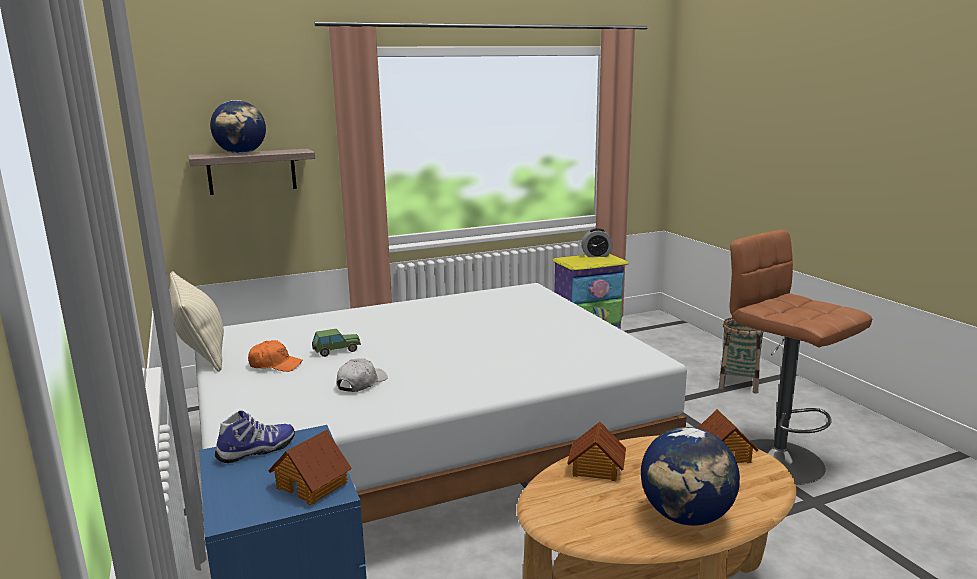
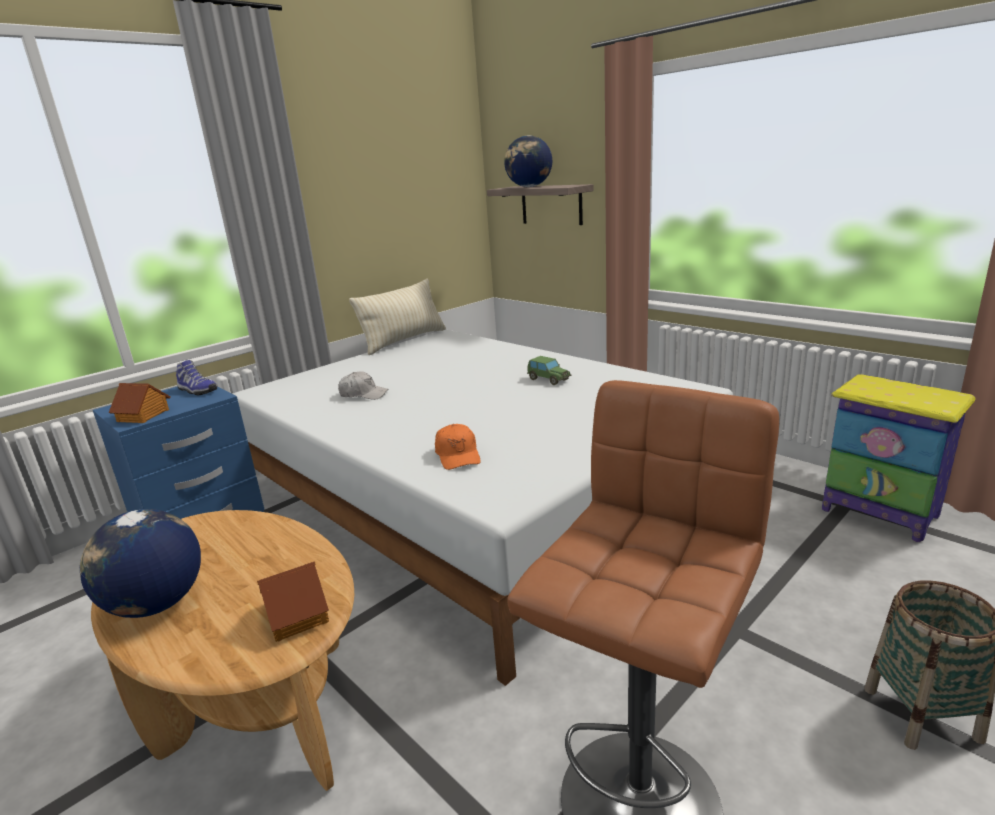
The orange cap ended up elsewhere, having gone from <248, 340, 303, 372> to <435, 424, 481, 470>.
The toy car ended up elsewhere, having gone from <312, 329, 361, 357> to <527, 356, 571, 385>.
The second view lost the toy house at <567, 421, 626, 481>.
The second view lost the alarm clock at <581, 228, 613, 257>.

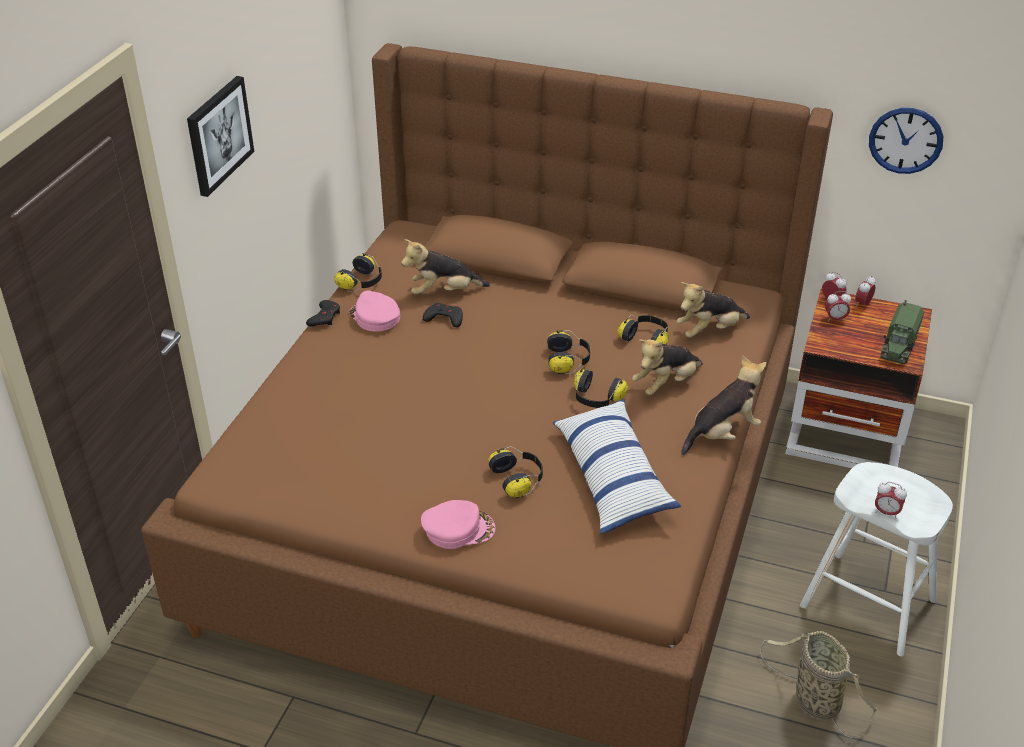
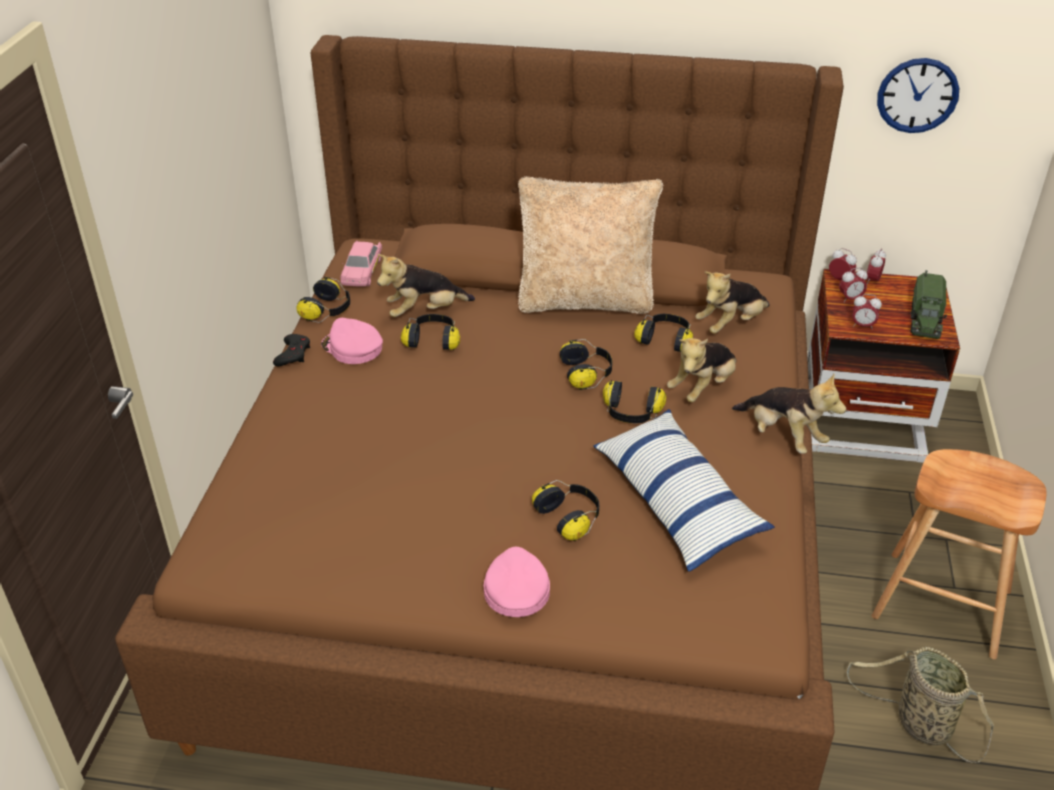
The second view lost the picture at <187, 76, 254, 197>.
The pink cap at <421, 500, 495, 549> ended up facing another way, 75 degrees counterclockwise from before.
Where the black game controller stood at <423, 303, 463, 327>, the headphones came to stand at <401, 314, 460, 350>.
The plush toy at <681, 356, 766, 455> ended up facing another way, 90 degrees clockwise from before.
What was the white stool at <800, 462, 953, 656> turned into the brown stool at <872, 449, 1046, 659>.
The alarm clock ended up elsewhere, having gone from <875, 482, 907, 519> to <853, 294, 882, 330>.
The second view gained the pink toy car at <340, 241, 382, 287>.
The second view gained the beige pillow at <518, 176, 664, 314>.

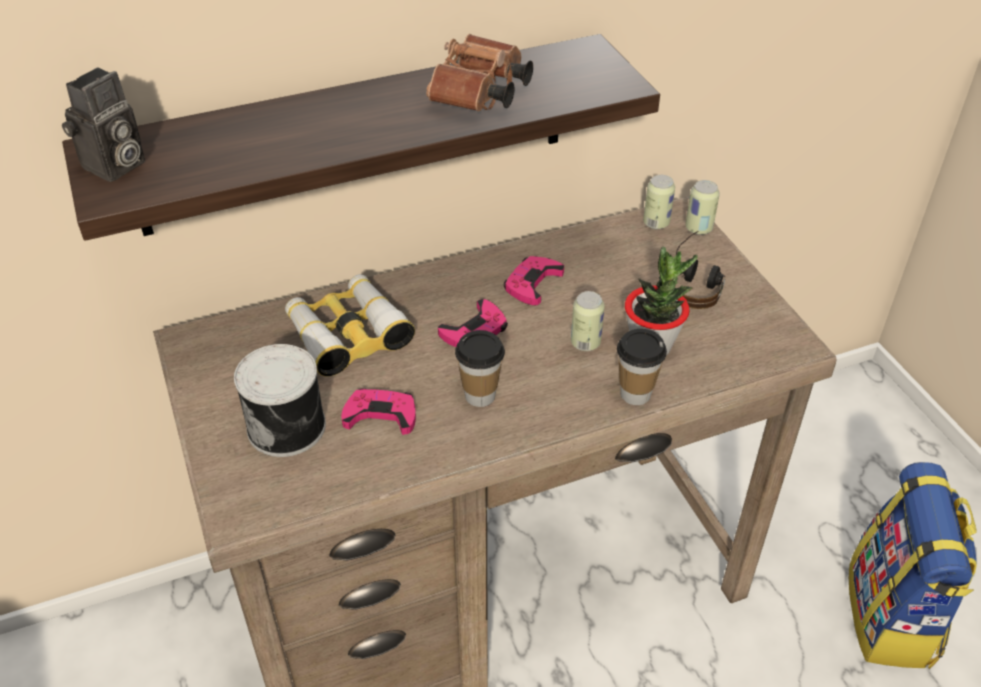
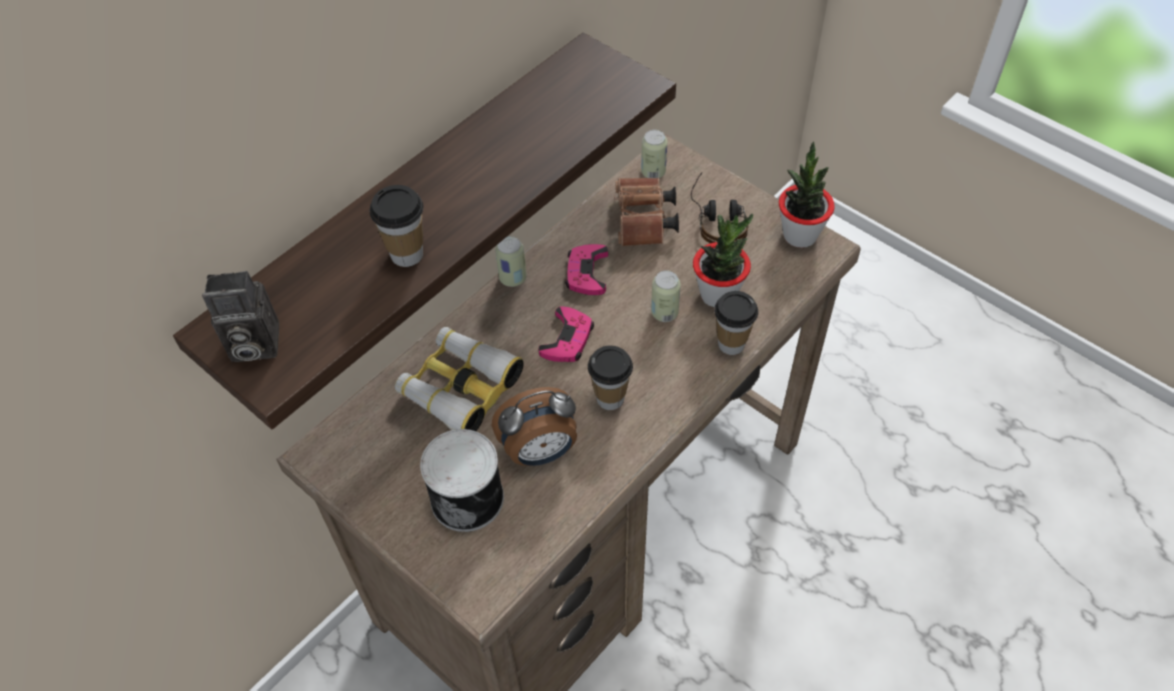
The photo camera at <62, 67, 145, 182> ended up facing another way, 75 degrees clockwise from before.
Where the pink game controller stood at <341, 388, 416, 435>, the alarm clock came to stand at <492, 387, 577, 466>.
The brown binoculars ended up elsewhere, having gone from <426, 34, 533, 111> to <614, 178, 679, 246>.
The can ended up elsewhere, having gone from <685, 180, 720, 235> to <495, 236, 527, 287>.
The second view lost the backpack at <849, 462, 977, 669>.
The second view gained the cup at <370, 185, 424, 267>.
The second view gained the potted plant at <779, 142, 835, 248>.

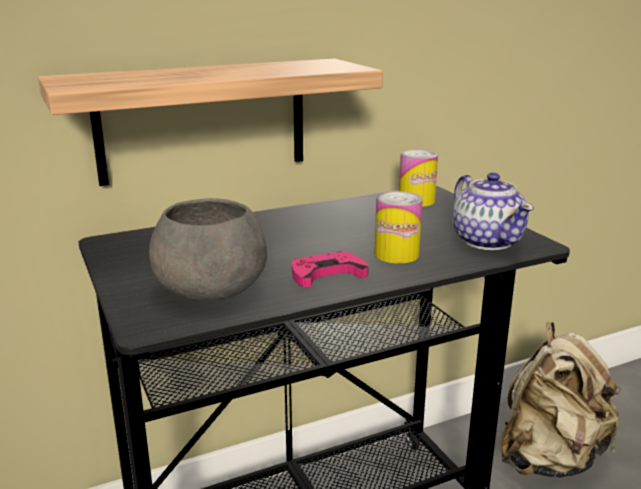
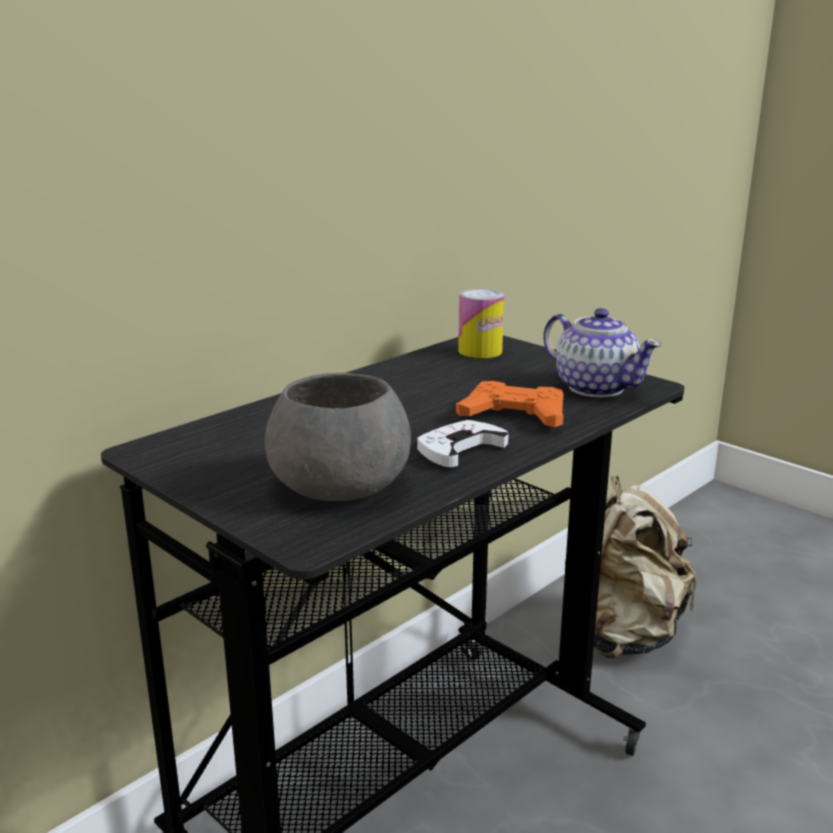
The second view lost the shelf at <38, 59, 383, 186>.
What was the pink game controller at <292, 251, 369, 287> turned into the white game controller at <416, 420, 509, 467>.
Where the can stood at <375, 191, 423, 263>, the orange game controller came to stand at <456, 381, 563, 427>.

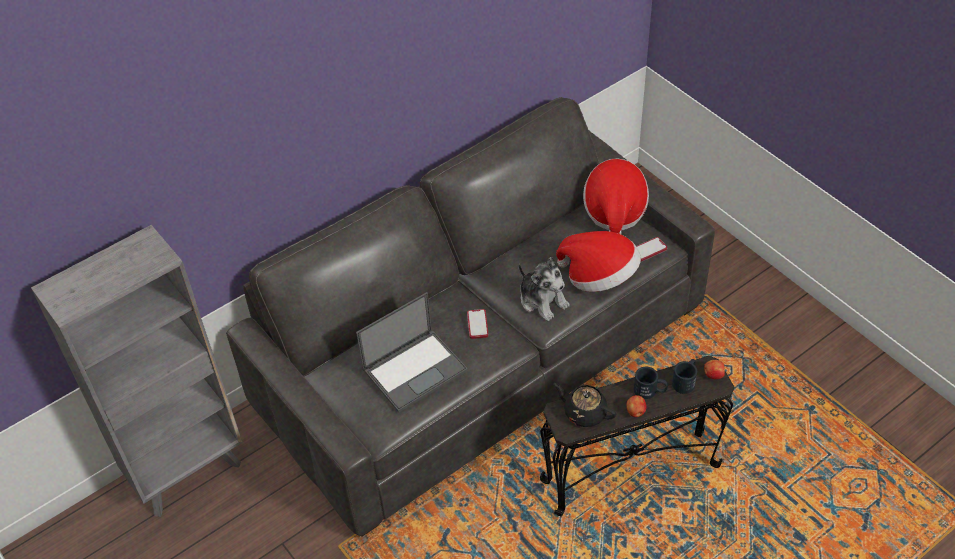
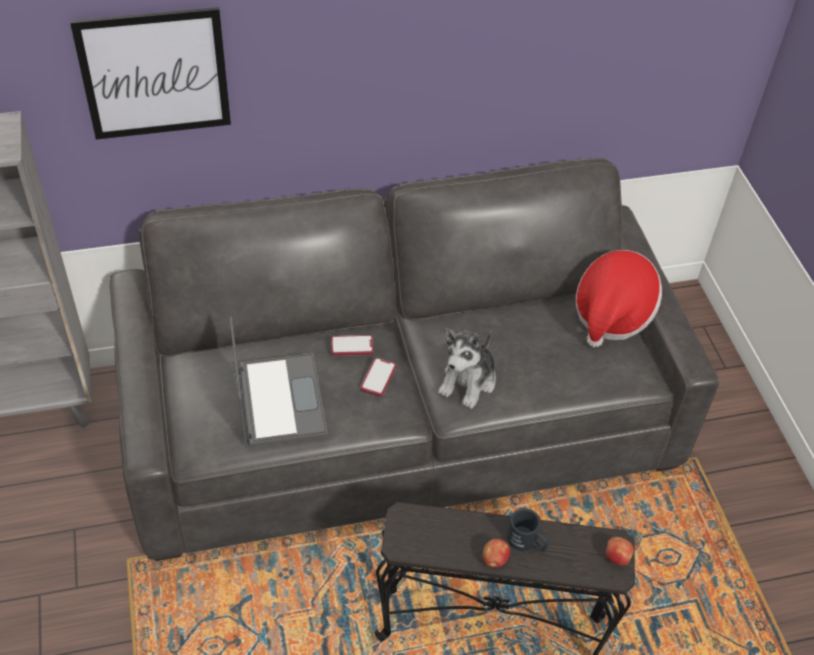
The laptop at <356, 292, 468, 413> ended up facing another way, 90 degrees counterclockwise from before.
The plush toy at <518, 257, 570, 321> ended up facing another way, 45 degrees clockwise from before.
The second view lost the black teapot at <553, 383, 616, 427>.
The second view lost the hat at <556, 231, 641, 292>.
The phone ended up elsewhere, having gone from <636, 237, 667, 262> to <331, 335, 373, 356>.
The second view lost the black mug at <672, 359, 697, 394>.
The second view gained the picture at <70, 7, 231, 140>.

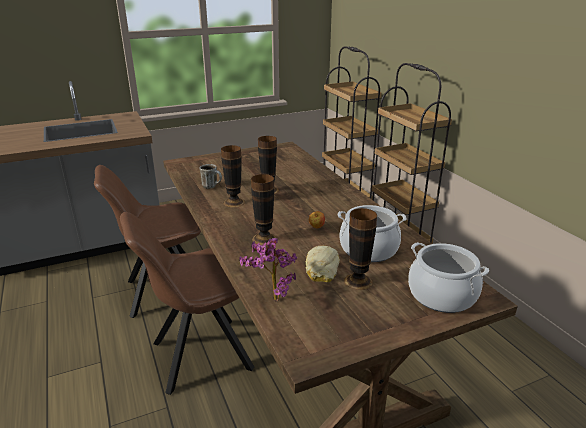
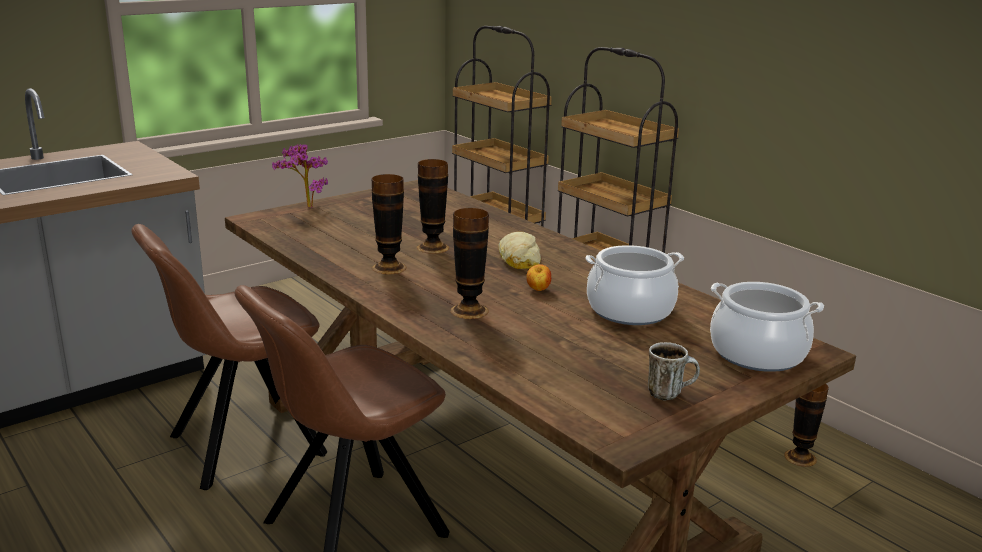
The mug ended up elsewhere, having gone from <199, 164, 222, 189> to <648, 342, 700, 400>.
The potted plant ended up elsewhere, having gone from <239, 238, 297, 301> to <272, 144, 328, 208>.
The bread ended up elsewhere, having gone from <306, 246, 340, 283> to <498, 232, 541, 269>.
The vase ended up elsewhere, having gone from <344, 208, 377, 290> to <784, 384, 829, 467>.

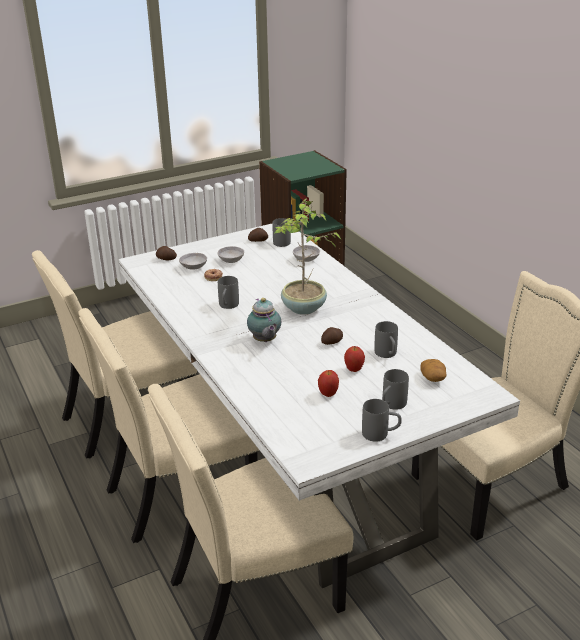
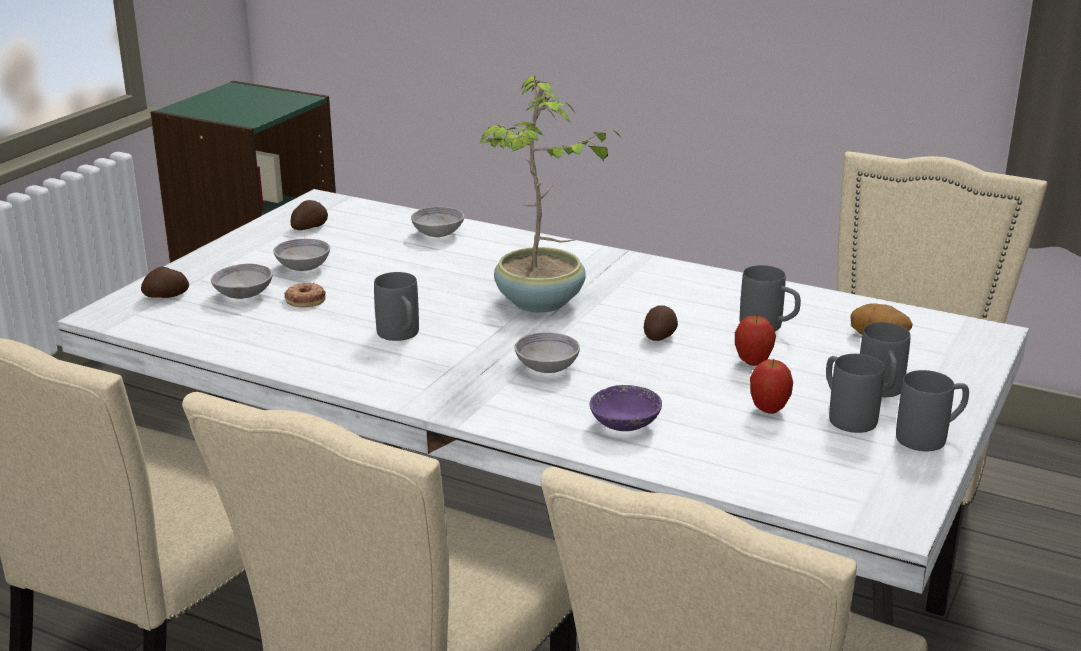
Where the teapot stood at <247, 298, 281, 342>, the grey bowl came to stand at <514, 333, 580, 373>.
The grey mug ended up elsewhere, having gone from <273, 218, 291, 247> to <826, 354, 885, 433>.
The second view gained the purple bowl at <590, 385, 662, 431>.

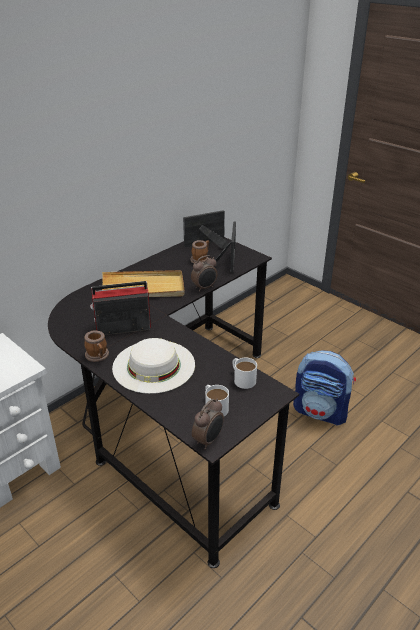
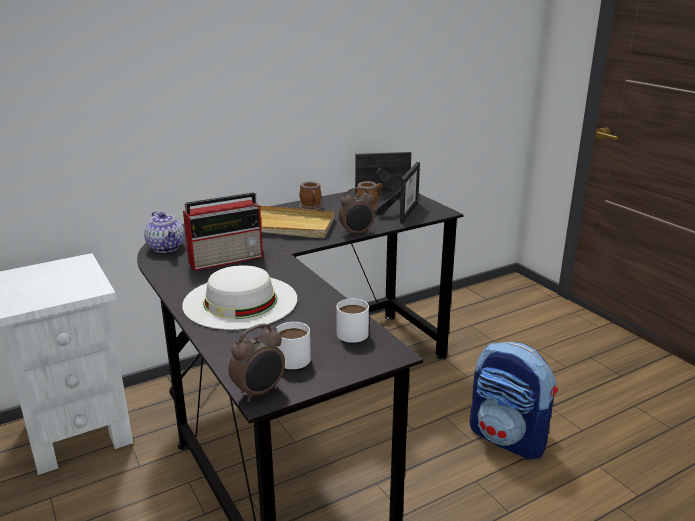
The mug ended up elsewhere, having gone from <84, 330, 109, 362> to <299, 181, 323, 210>.
The radio at <90, 281, 151, 335> ended up facing another way, 150 degrees clockwise from before.
The second view gained the teapot at <144, 212, 185, 253>.

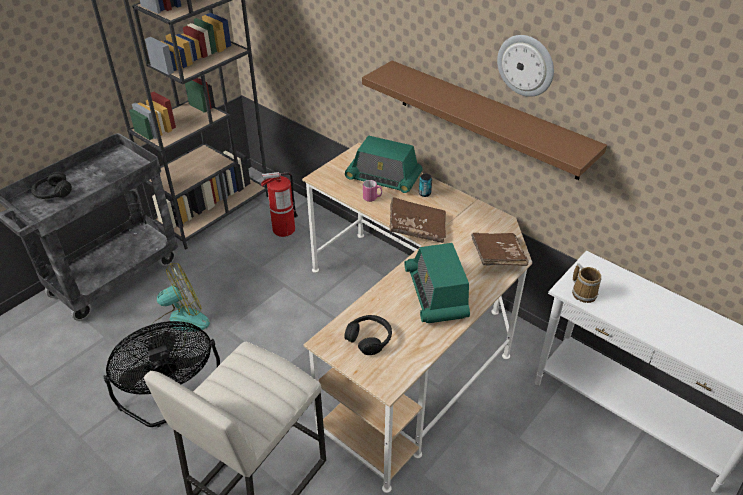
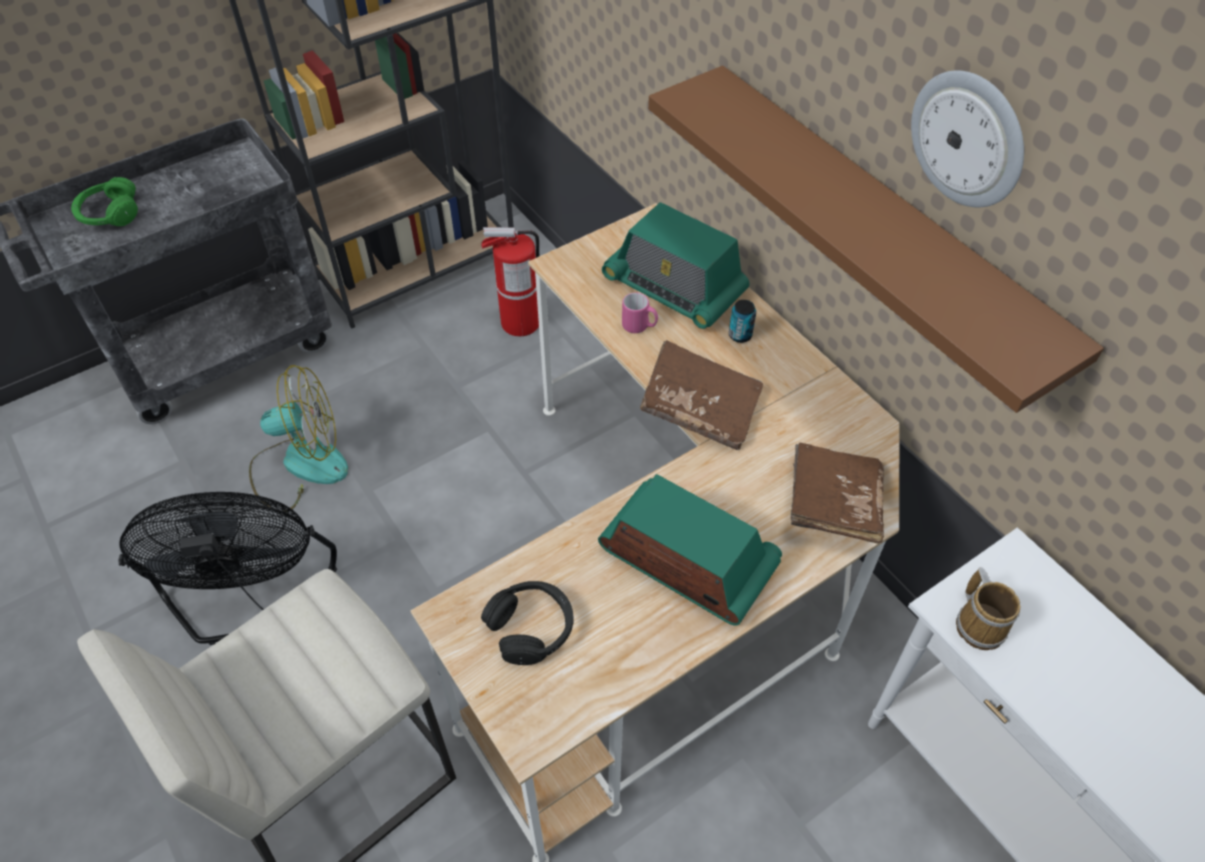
What was the black headphones at <31, 172, 72, 199> turned into the green headphones at <71, 177, 138, 226>.
The radio at <404, 243, 470, 323> ended up facing another way, 120 degrees clockwise from before.

